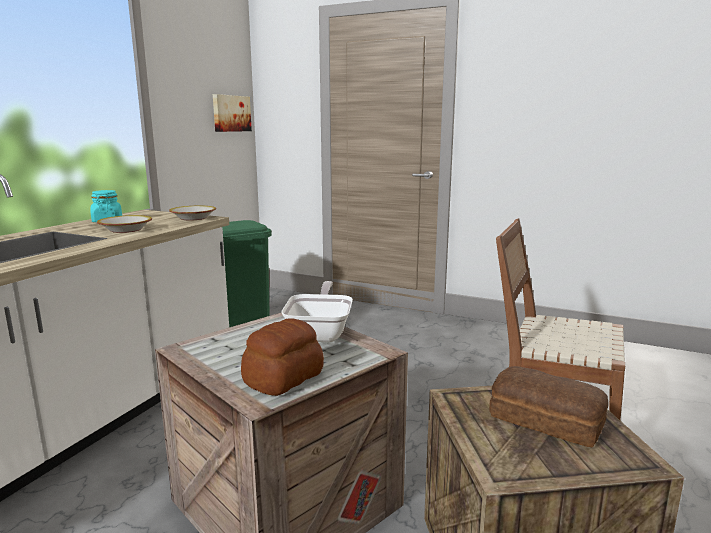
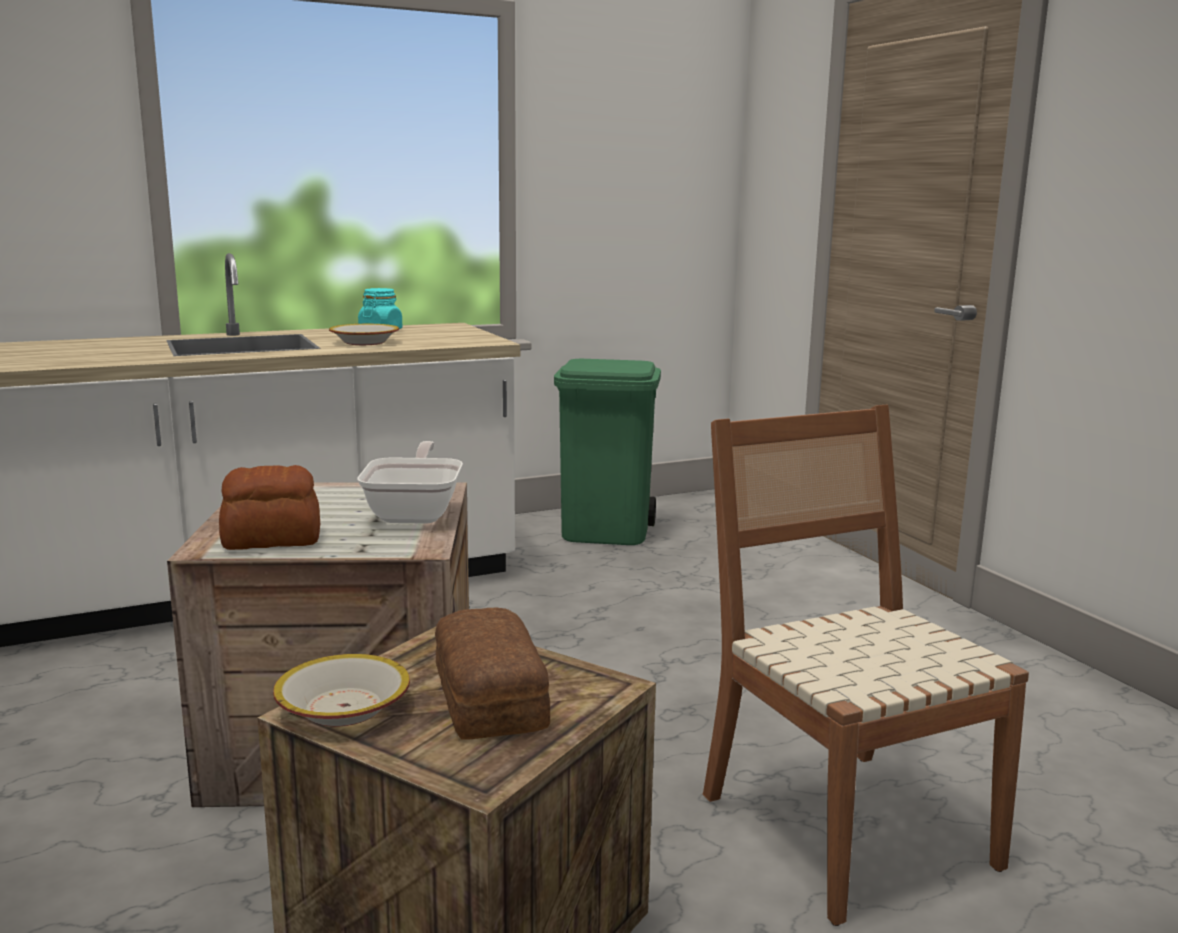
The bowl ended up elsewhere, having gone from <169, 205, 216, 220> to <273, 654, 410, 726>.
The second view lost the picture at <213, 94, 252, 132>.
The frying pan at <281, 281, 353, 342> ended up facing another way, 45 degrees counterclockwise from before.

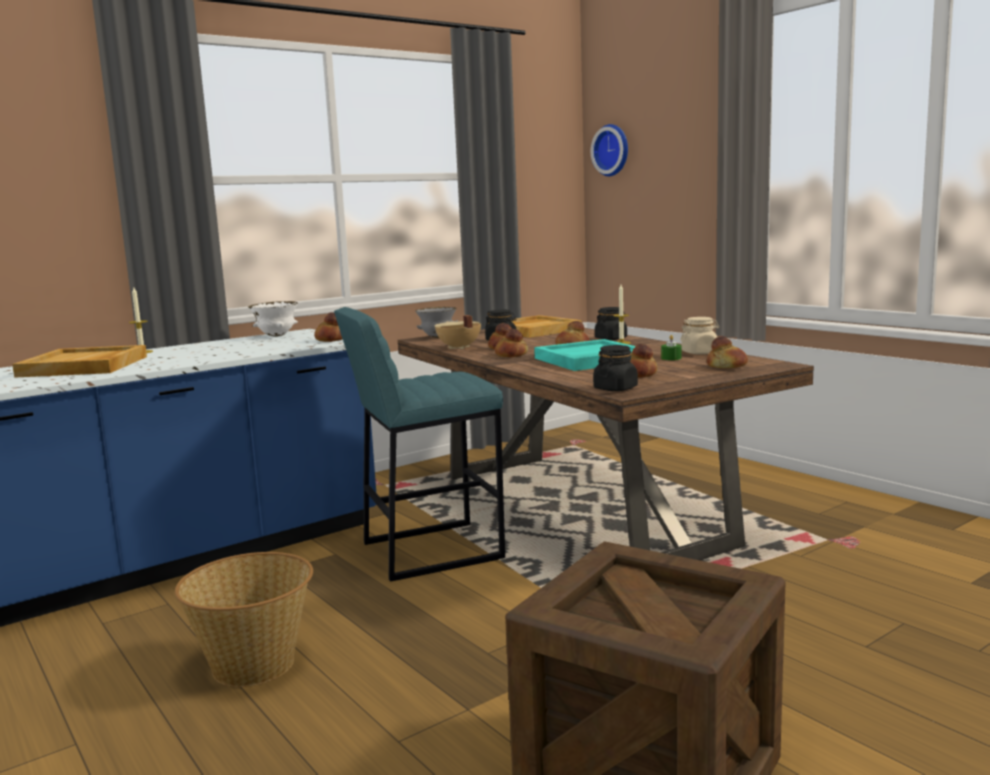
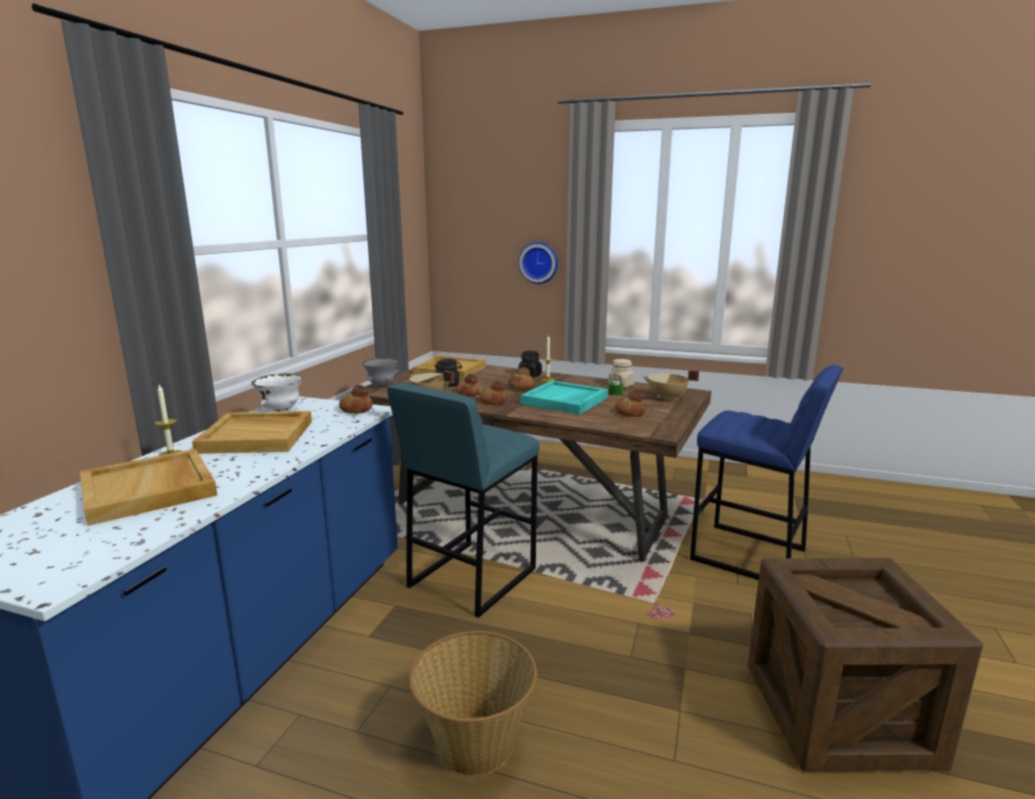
The wall clock ended up elsewhere, having gone from <591, 124, 628, 176> to <519, 242, 558, 284>.
The second view lost the black jar at <593, 345, 638, 391>.
Where the bread stood at <707, 336, 748, 368>, the beige cooking pot came to stand at <643, 370, 699, 400>.
The second view gained the beige tray at <192, 411, 312, 454>.
The second view gained the blue stool at <690, 364, 843, 580>.

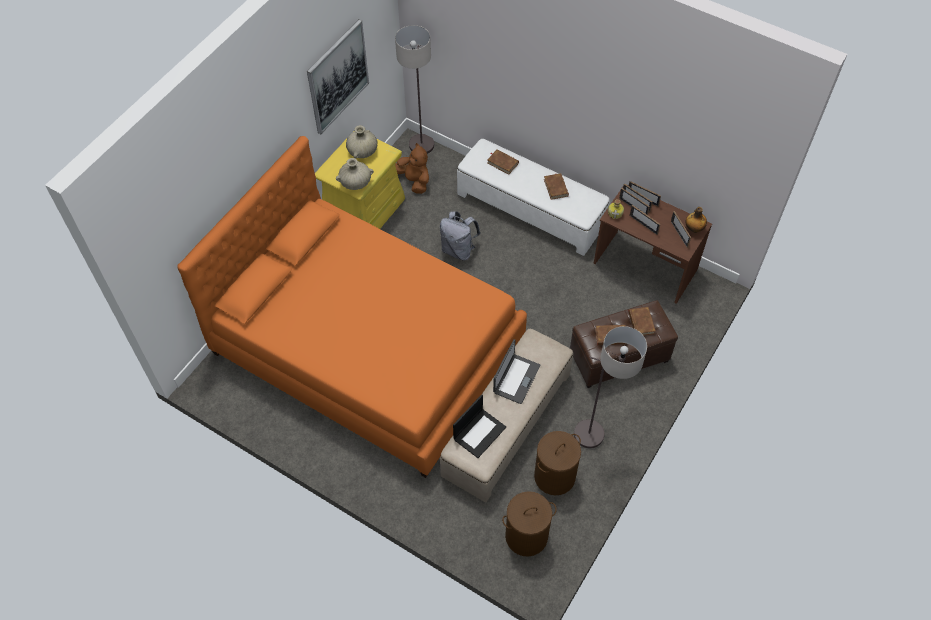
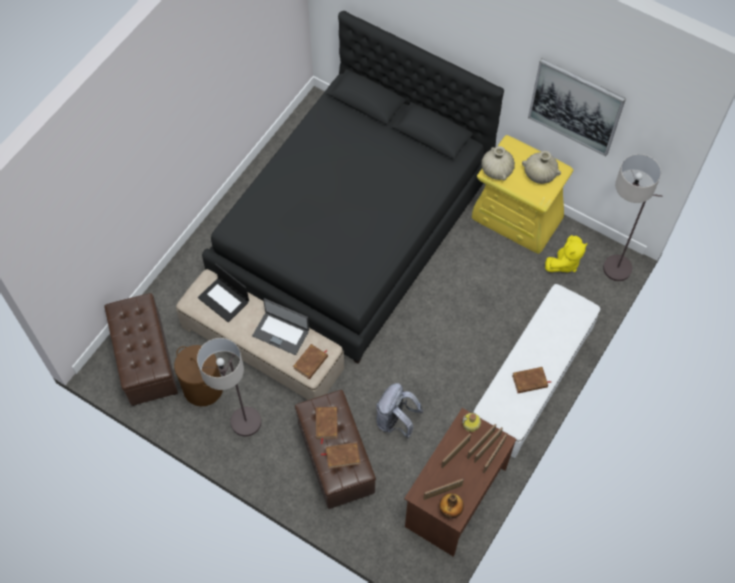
What was the orange bed at <177, 136, 527, 478> turned into the black bed at <202, 11, 504, 364>.
What was the brown plush toy at <395, 143, 429, 194> turned into the yellow plush toy at <545, 235, 588, 272>.
The grey backpack ended up elsewhere, having gone from <440, 211, 480, 261> to <376, 383, 423, 438>.
The brown book ended up elsewhere, having gone from <487, 149, 519, 175> to <293, 344, 328, 380>.
Where the brown laundry basket stood at <502, 491, 557, 557>, the brown ottoman came to stand at <104, 293, 178, 406>.

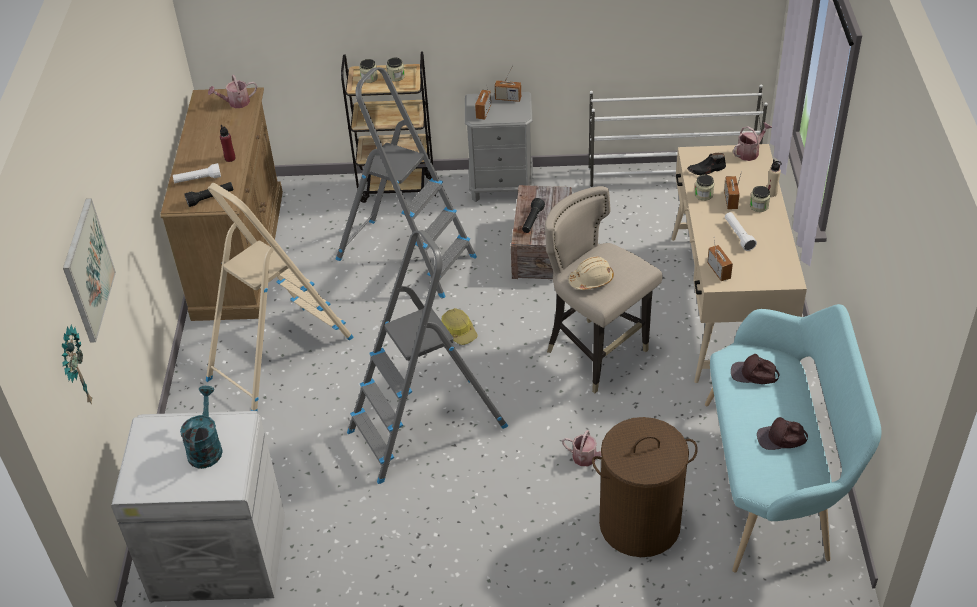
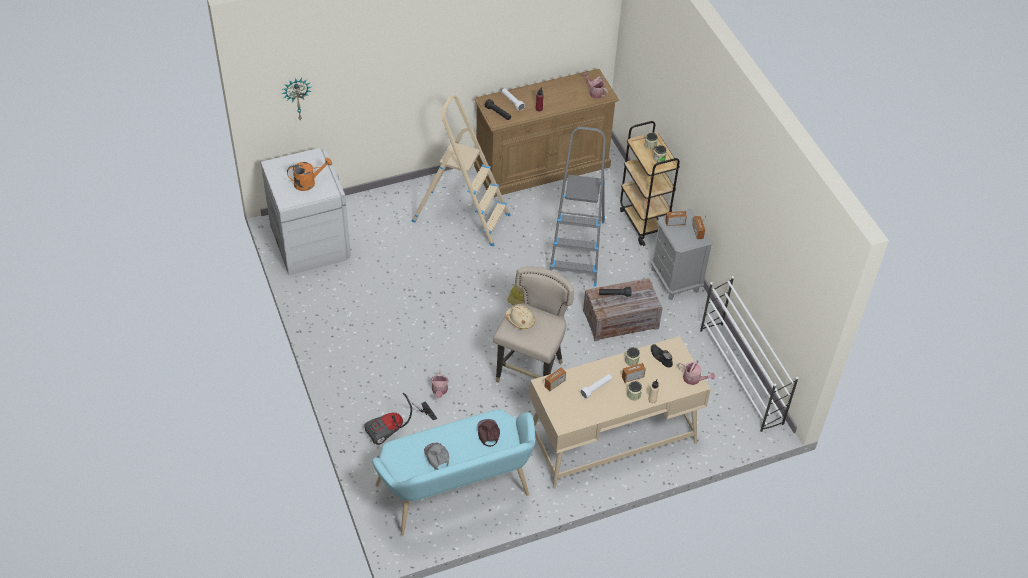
The second view lost the picture at <63, 198, 116, 342>.
What was the turquoise watering can at <180, 386, 223, 469> turned into the orange watering can at <287, 158, 332, 191>.
The second view lost the grey step ladder at <347, 230, 508, 484>.
Where the brown laundry basket stood at <592, 417, 698, 557>, the vacuum cleaner came to stand at <364, 393, 437, 445>.
What was the brown cap at <757, 417, 808, 450> turned into the grey cap at <424, 443, 449, 470>.

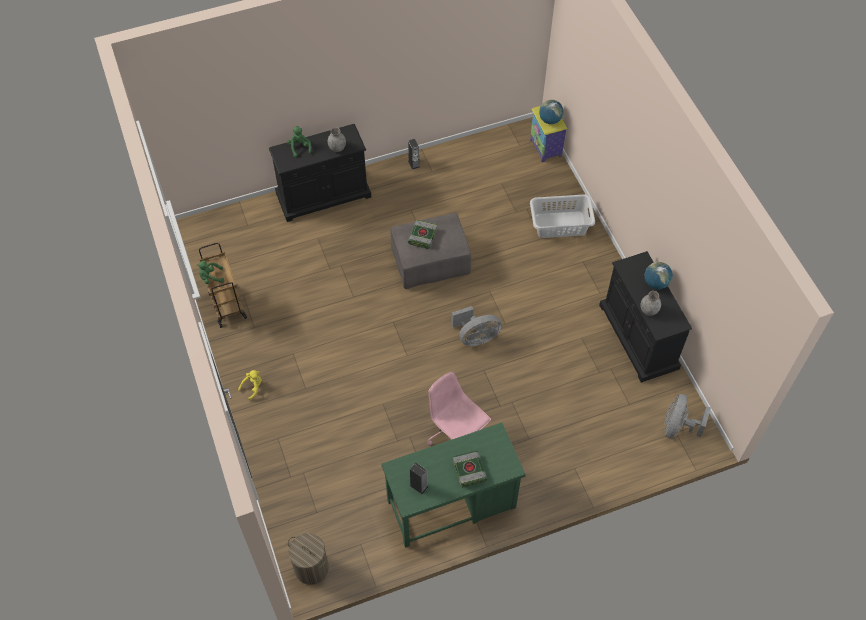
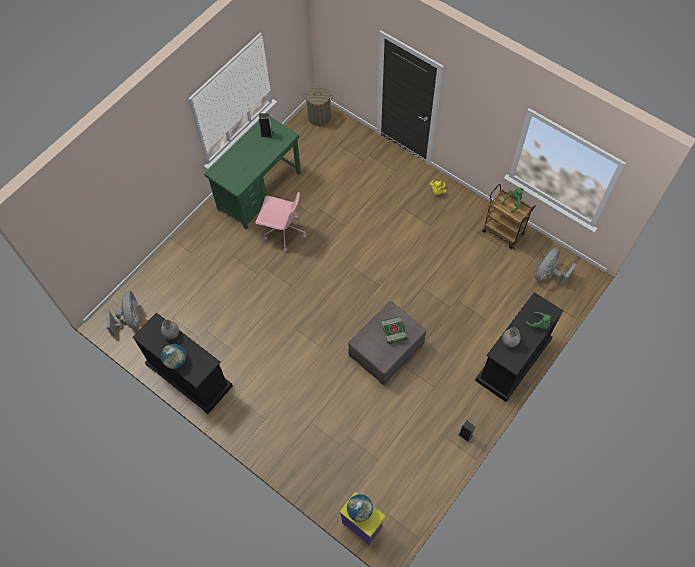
The grey fan ended up elsewhere, having gone from <451, 306, 502, 346> to <535, 248, 577, 286>.
The second view lost the book at <453, 451, 487, 488>.
The second view lost the grey laundry basket at <530, 194, 595, 238>.

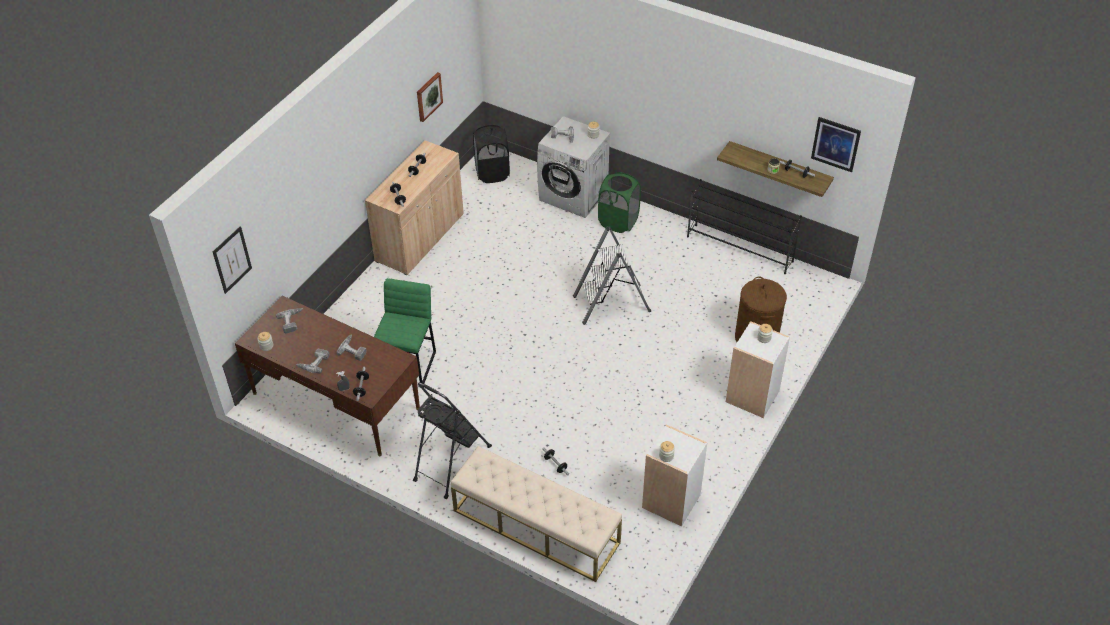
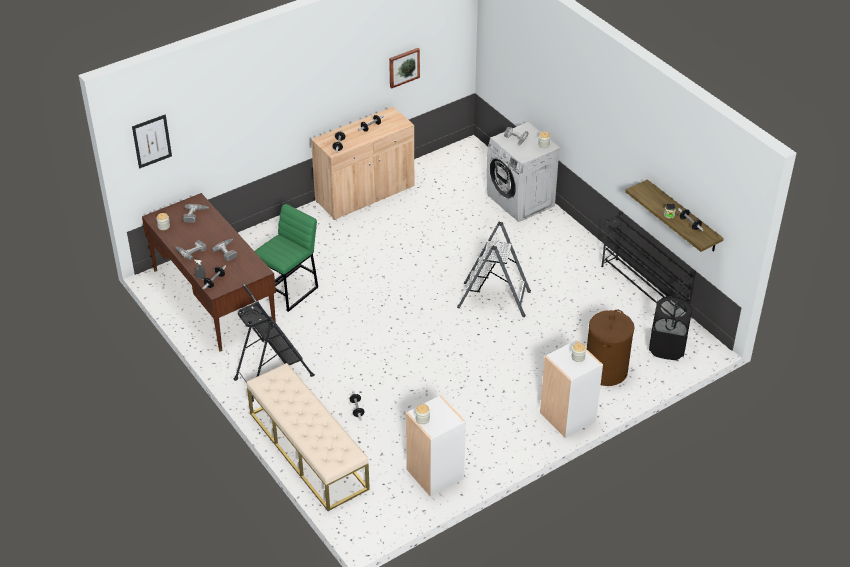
The black laundry basket ended up elsewhere, having gone from <473, 125, 510, 183> to <649, 296, 693, 360>.
The second view lost the green laundry basket at <598, 172, 641, 233>.
The second view lost the picture at <811, 117, 861, 172>.

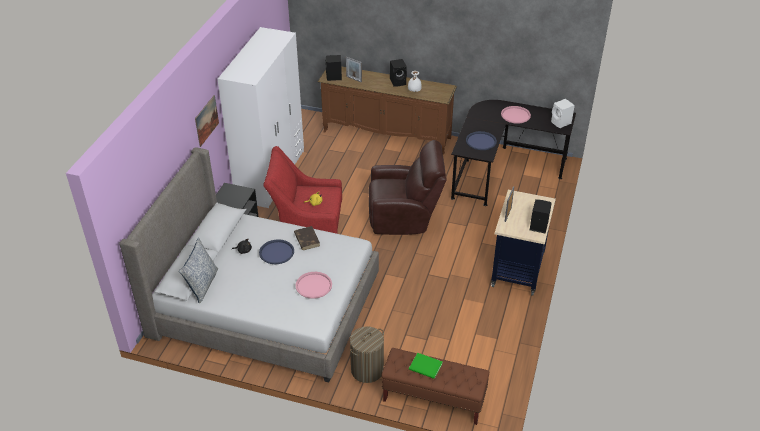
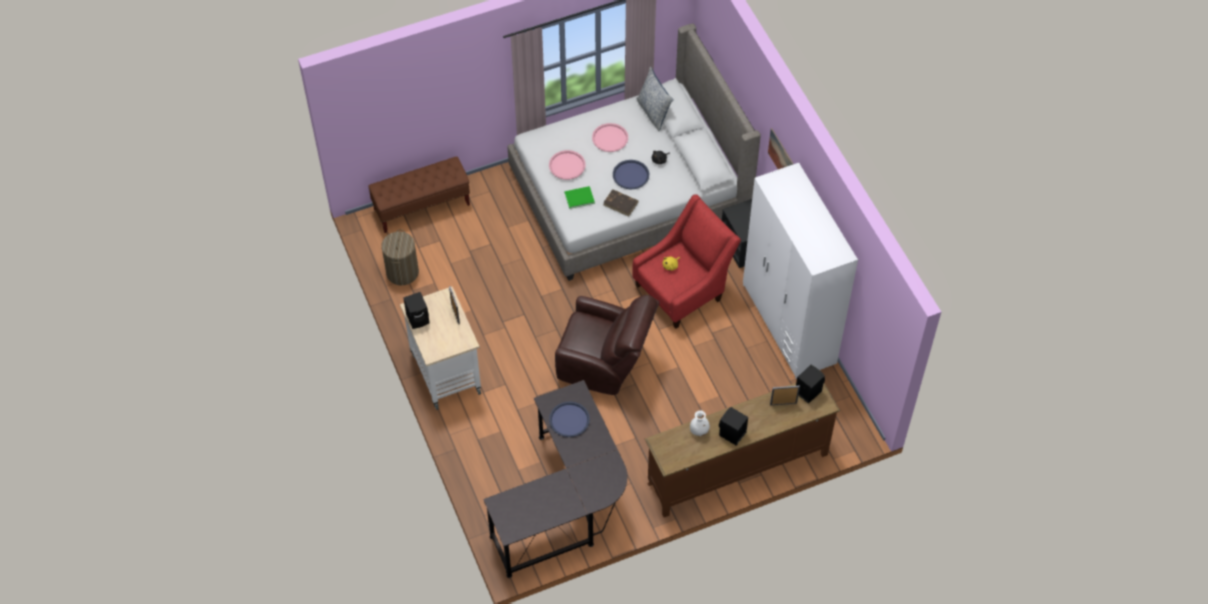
The laundry basket ended up elsewhere, having gone from <350, 326, 384, 383> to <381, 229, 419, 285>.
The brown armchair at <369, 140, 447, 235> ended up facing another way, 120 degrees counterclockwise from before.
The green book ended up elsewhere, having gone from <409, 353, 443, 379> to <564, 186, 595, 209>.
What was the blue cart at <491, 190, 556, 296> turned into the white cart at <400, 287, 481, 410>.
The pink tray ended up elsewhere, having gone from <501, 106, 531, 124> to <592, 123, 628, 152>.
The second view lost the white speaker at <551, 99, 575, 128>.

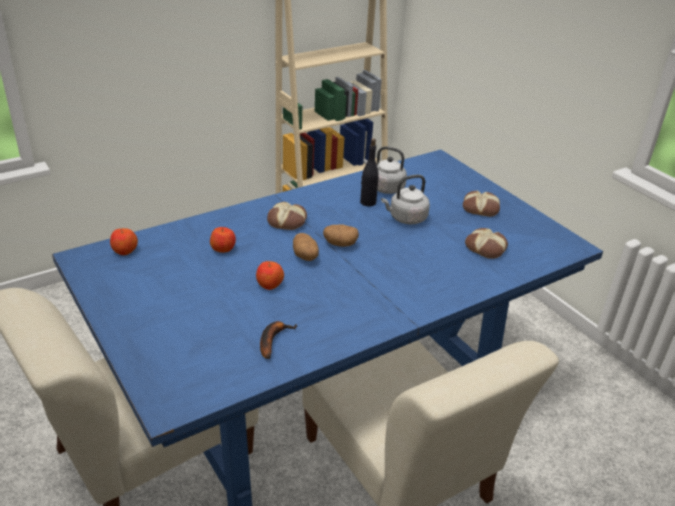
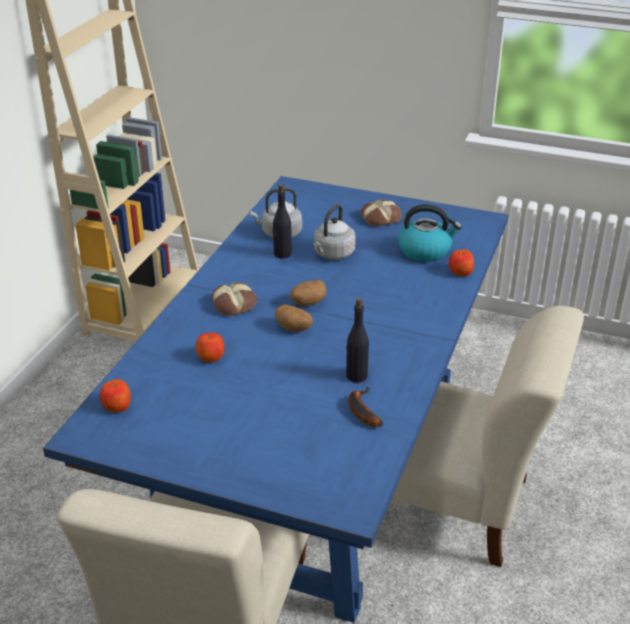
The apple ended up elsewhere, having gone from <256, 261, 284, 290> to <449, 249, 474, 276>.
Where the bread stood at <465, 228, 508, 259>, the kettle came to stand at <398, 204, 462, 262>.
The second view gained the black bottle at <346, 298, 369, 383>.

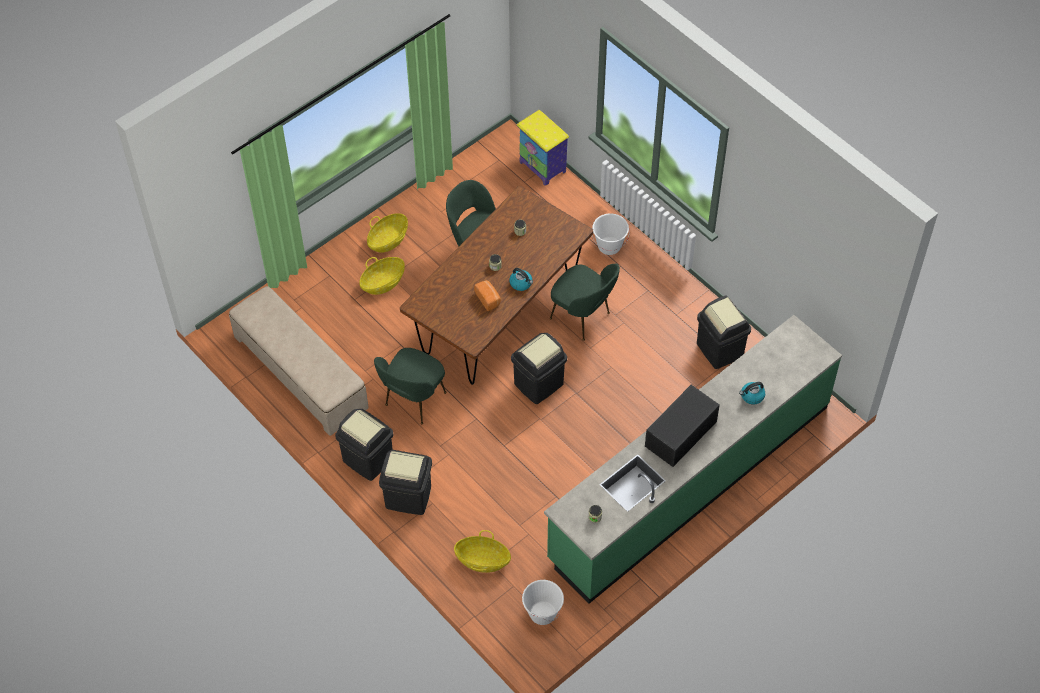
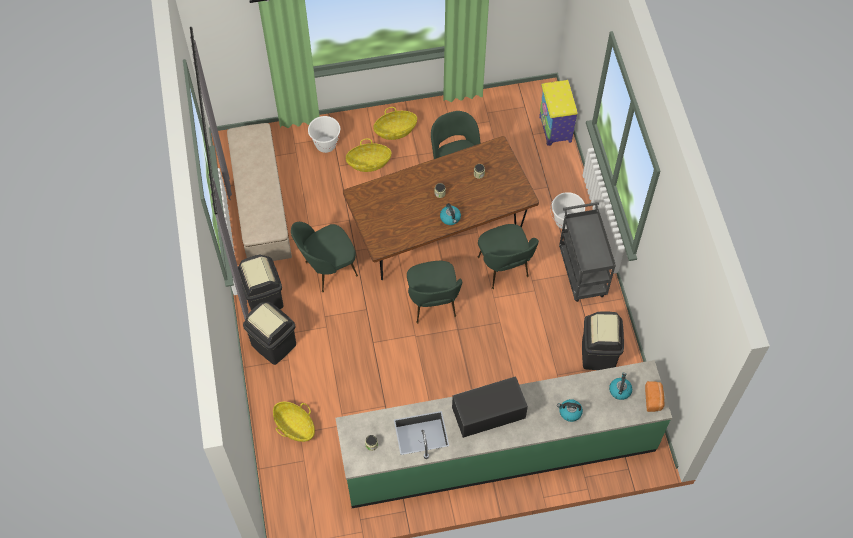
The bread ended up elsewhere, having gone from <474, 280, 501, 311> to <645, 381, 665, 412>.
Where the black trash can stood at <511, 333, 567, 404>, the green chair came to stand at <407, 261, 462, 323>.
The white bucket ended up elsewhere, having gone from <522, 580, 564, 625> to <308, 116, 340, 153>.
The second view gained the grey cart at <559, 202, 616, 302>.
The second view gained the kettle at <609, 372, 632, 400>.

